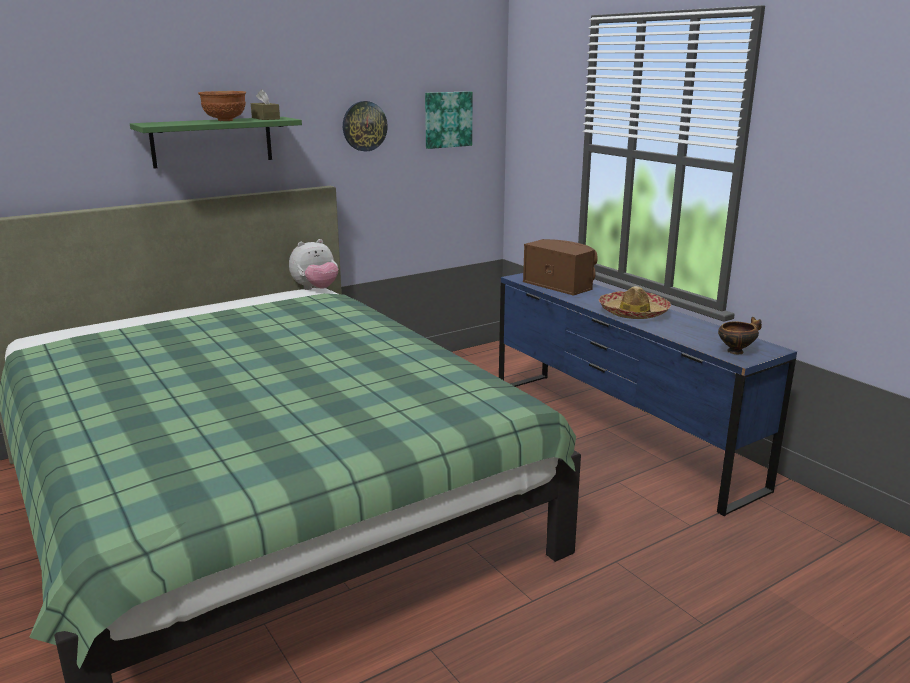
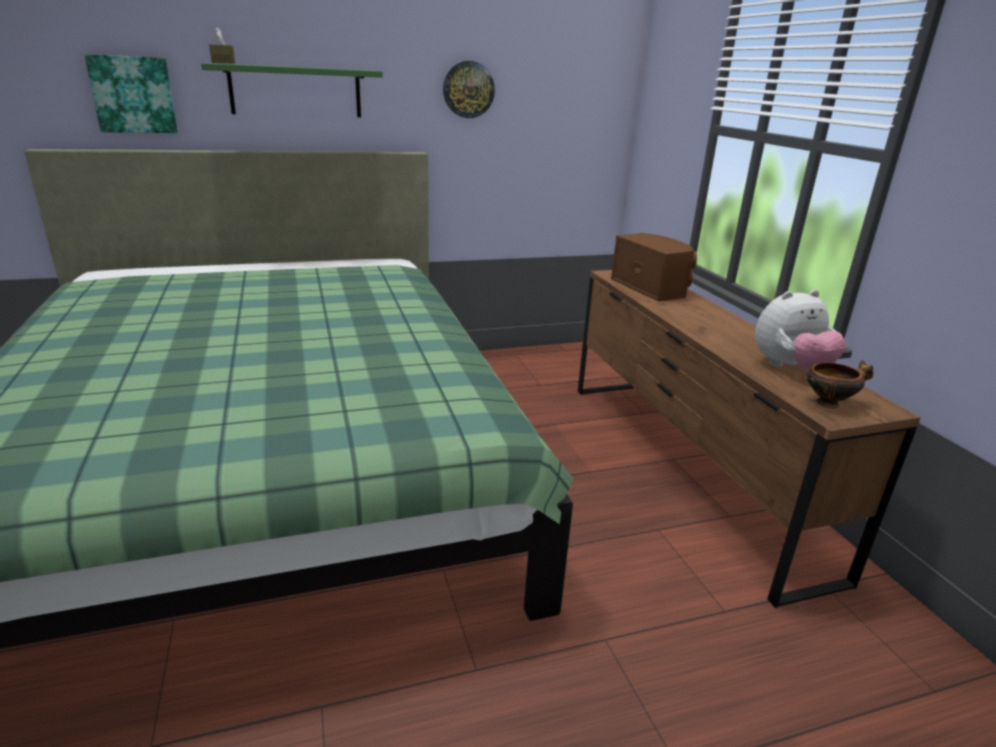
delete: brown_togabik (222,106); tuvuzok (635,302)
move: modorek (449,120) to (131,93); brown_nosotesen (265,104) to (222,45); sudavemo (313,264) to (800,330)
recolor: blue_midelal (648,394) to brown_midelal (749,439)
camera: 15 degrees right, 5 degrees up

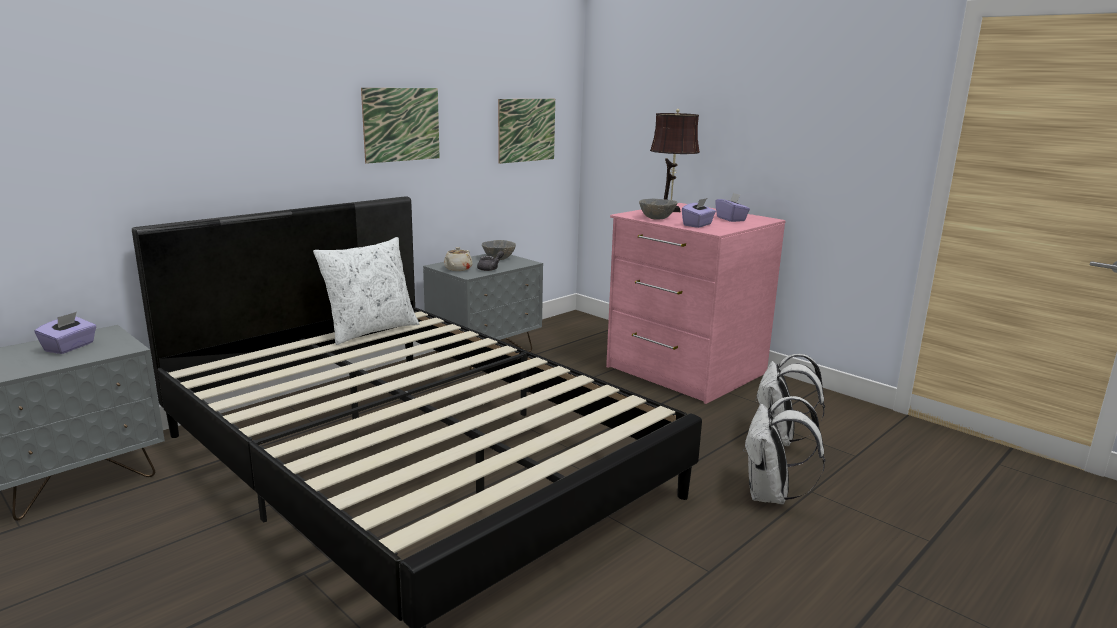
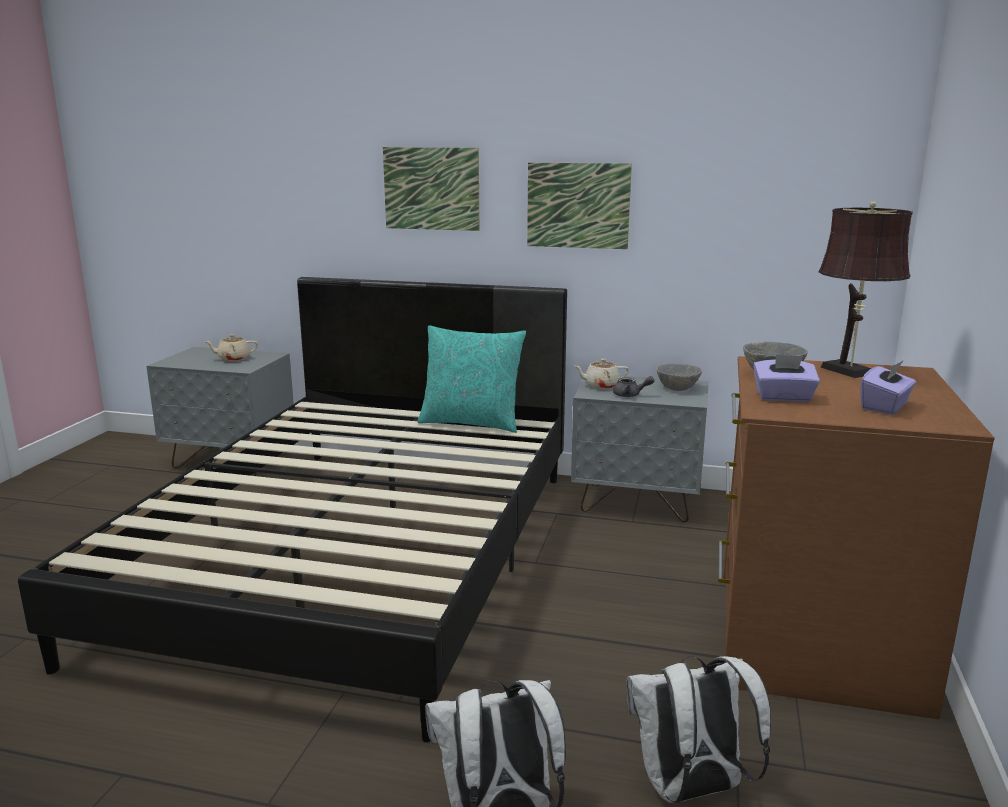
move: modorek (526,131) to (431,189)
replace: purple_nosotesen (66,333) to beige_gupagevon (231,347)
recolor: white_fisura (366,291) to turquoise_fisura (471,379); pink_midelal (696,303) to brown_midelal (856,537)
camera: 60 degrees right, 0 degrees up

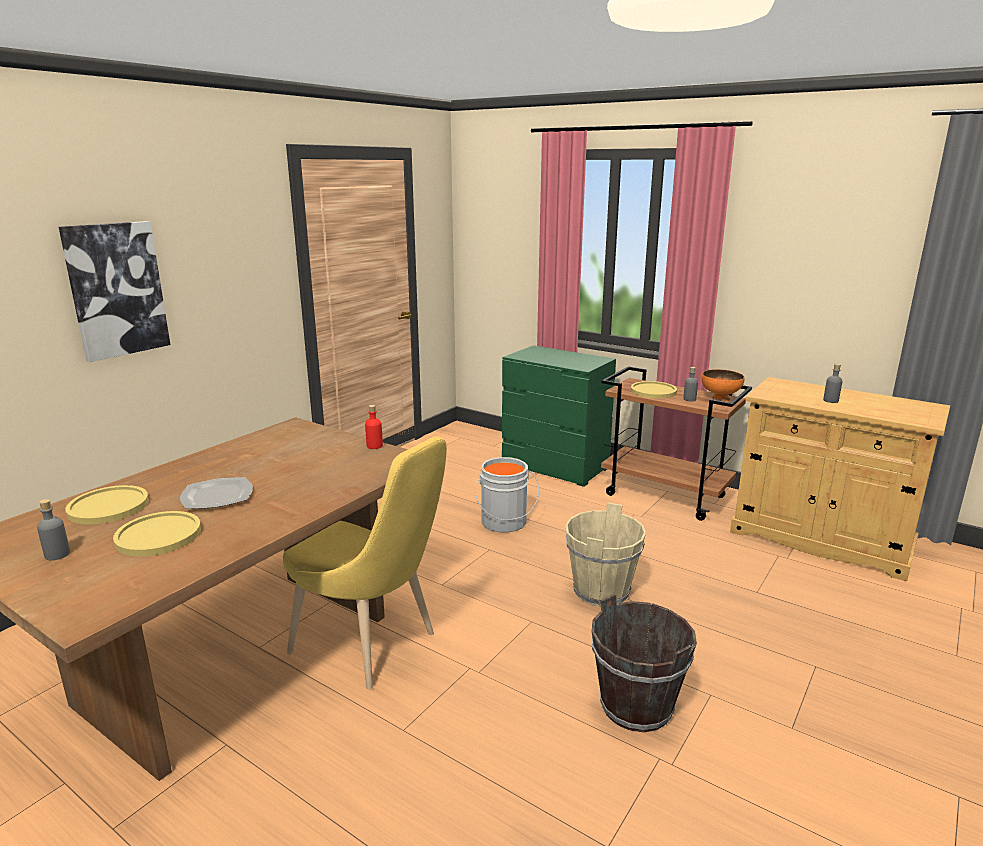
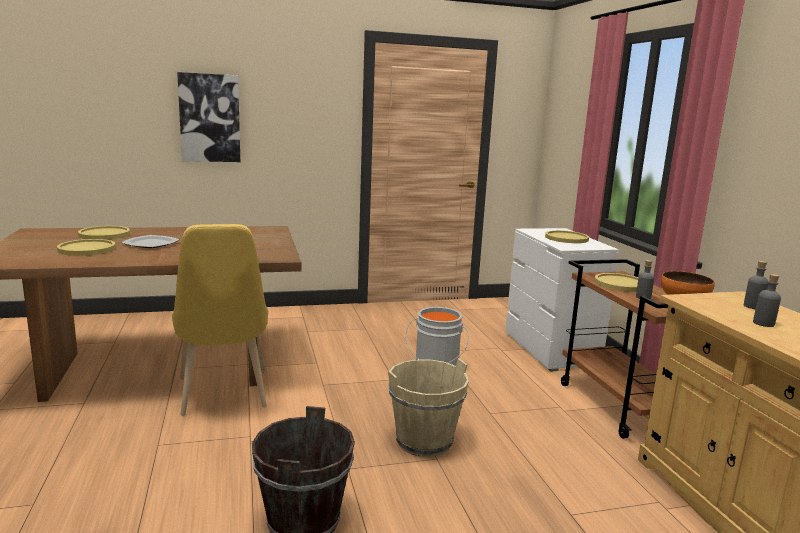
delete: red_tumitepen (374,427)
insert: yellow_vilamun (567,236)
move: grey_tumitepen (53,529) to (756,285)
recolor: green_midelal (559,416) to white_midelal (562,300)
camera: 40 degrees right, 5 degrees down

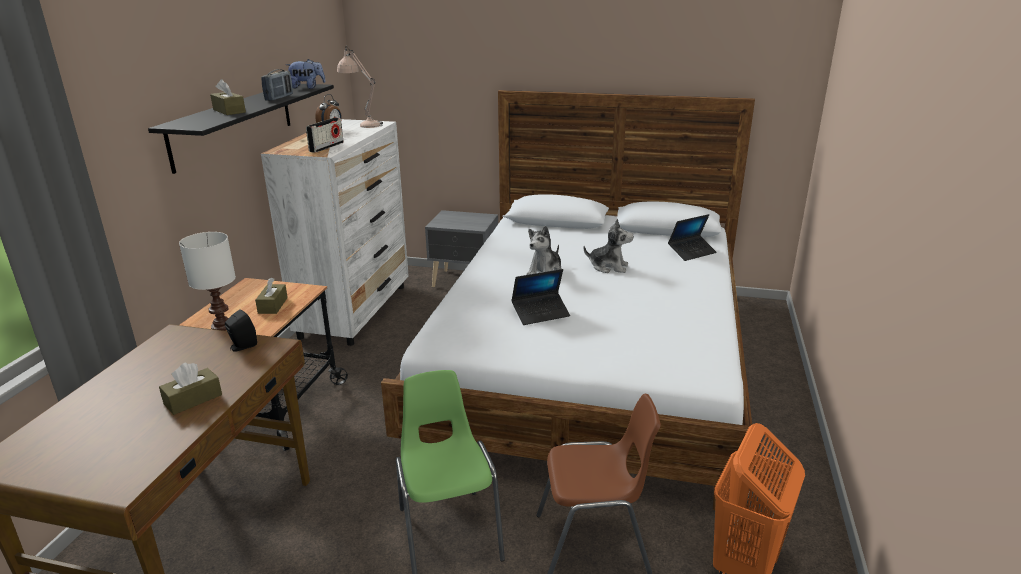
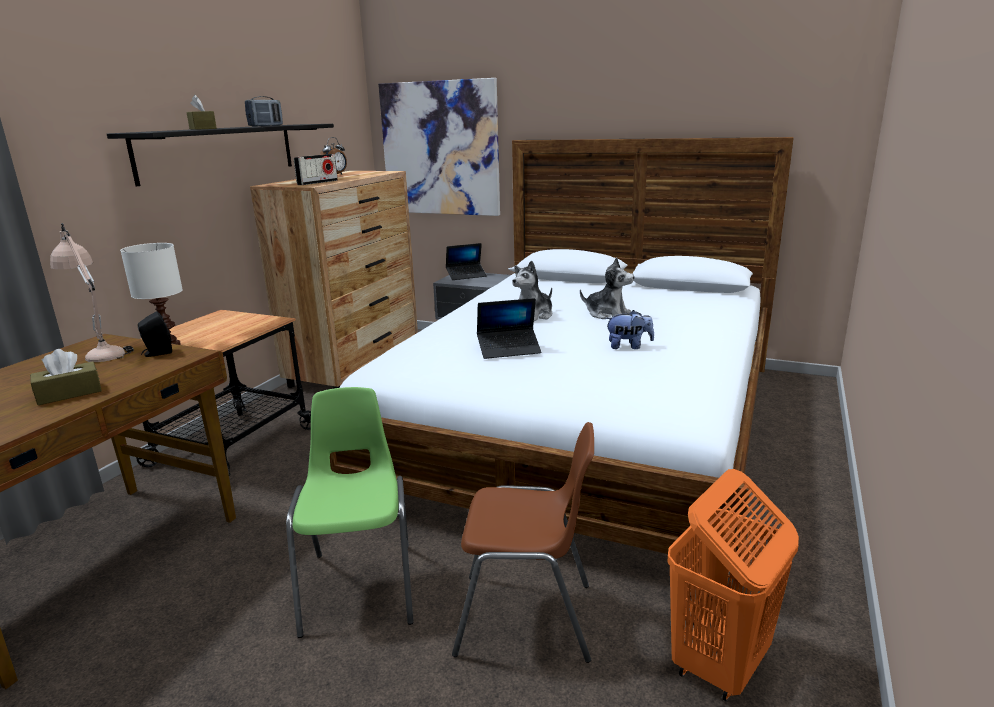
delete: brown_nosotesen (271,296)
insert: modorek (439,147)
move: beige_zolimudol (360,86) to (92,292); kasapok (692,237) to (466,261); sudavemo (306,74) to (629,329)
recolor: white_midelal (335,232) to brown_midelal (334,280)
camera: 10 degrees right, 5 degrees down

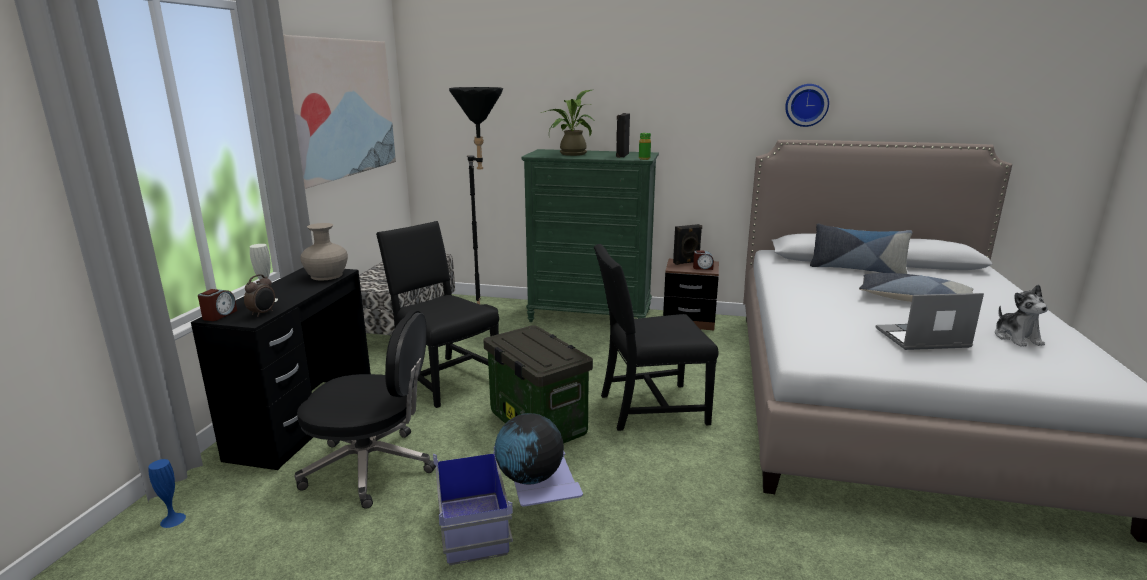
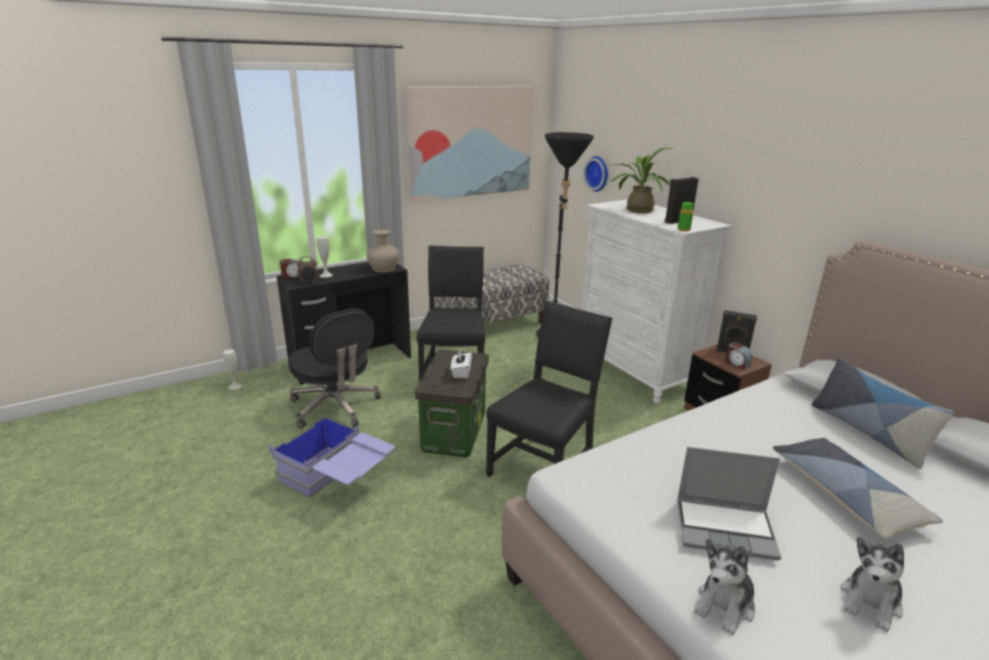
delete: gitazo (529,448)
insert: white_nosotesen (461,363); sudavemo (724,586)
move: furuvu (807,105) to (595,174)
recolor: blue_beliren (167,493) to white_beliren (232,369); green_midelal (590,235) to white_midelal (656,301)
rotate: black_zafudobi (656,337) = (549,389) 90 degrees clockwise; kasapok (930,321) = (729,503) 150 degrees clockwise
camera: 45 degrees right, 5 degrees up

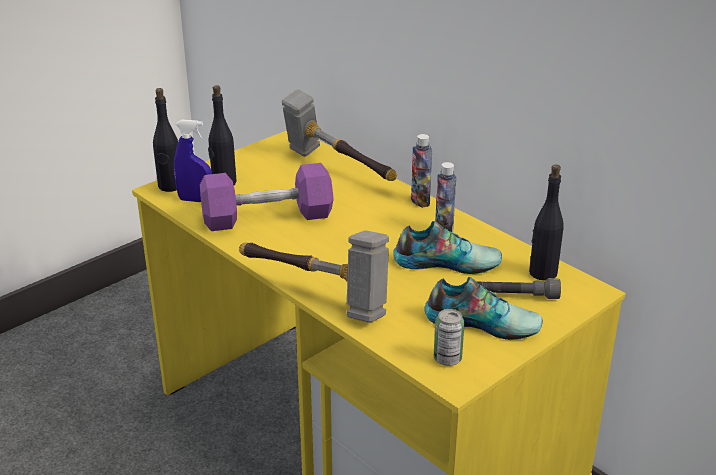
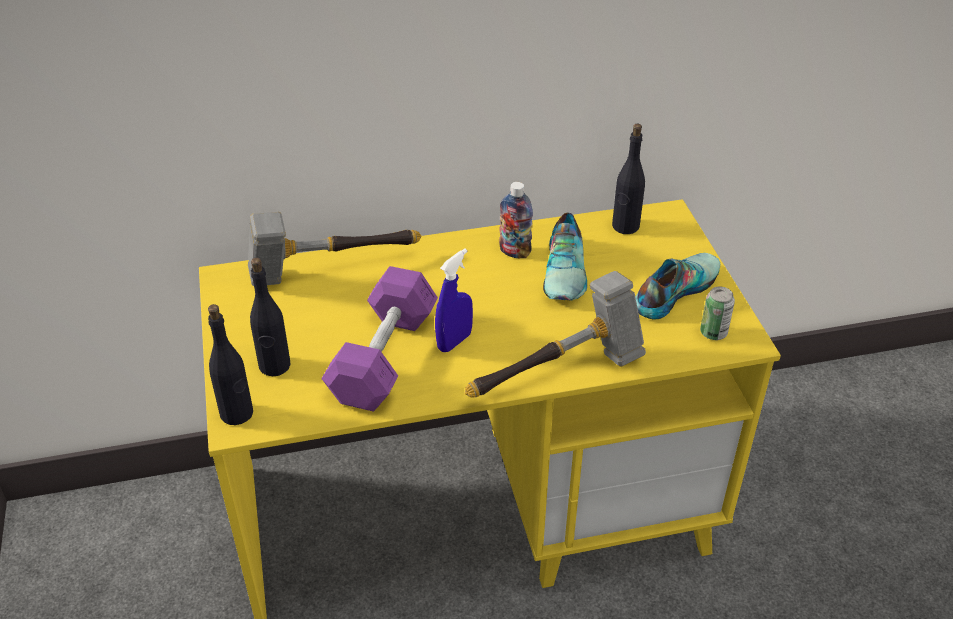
delete: tumitepen (421,171); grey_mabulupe (519,288)
move: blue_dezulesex (193,161) to (454,300)
rotate: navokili (447,247) = (565,257) 150 degrees clockwise
camera: 60 degrees left, 10 degrees up

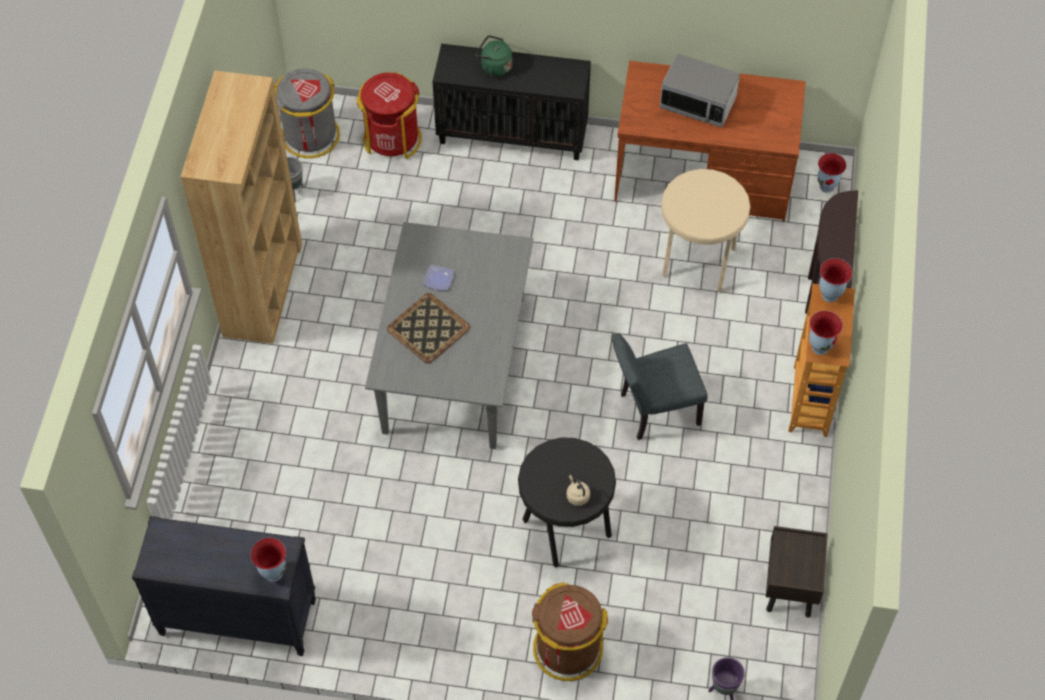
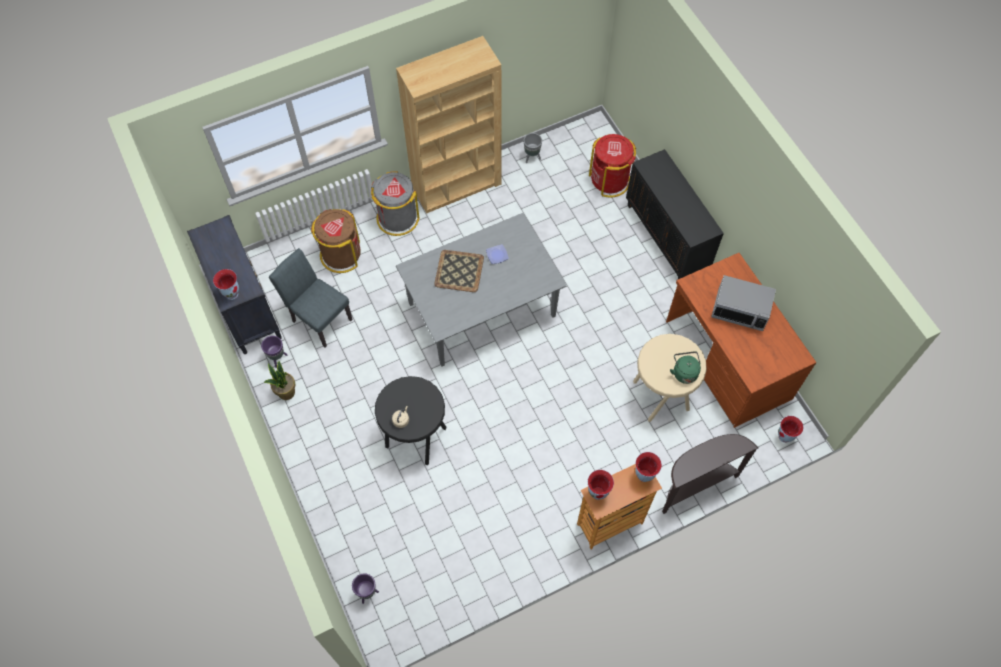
delete: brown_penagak (797,572)
insert: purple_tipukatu (274,352); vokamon (280,380)
move: grey_zafudobi (660,386) to (311,297); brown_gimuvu (570,631) to (336,241); grey_gimuvu (307,113) to (395,203); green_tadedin (493,55) to (685,367)
rotate: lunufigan (700,90) = (743,303) 60 degrees counterclockwise
camera: 55 degrees right, 5 degrees up

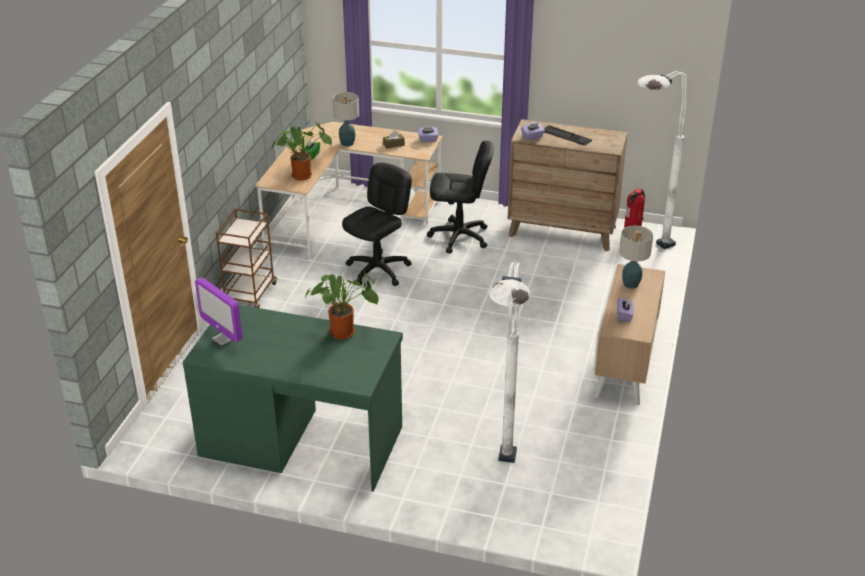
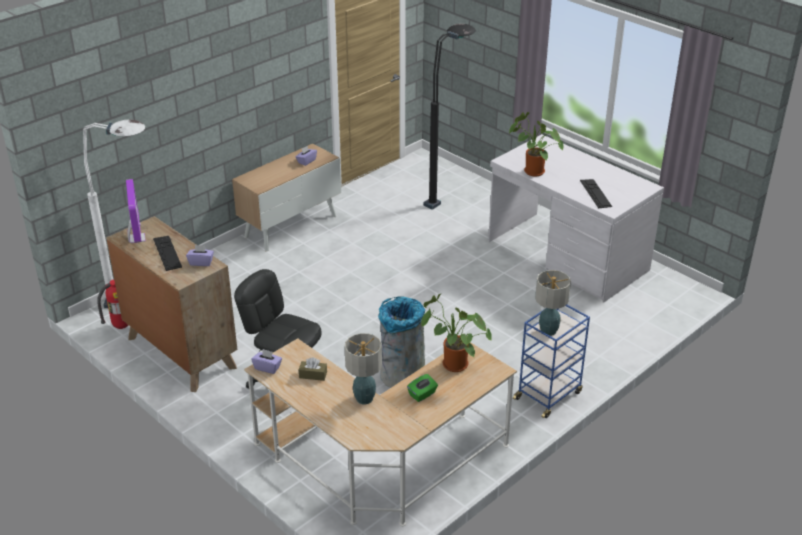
insert: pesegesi (596,193)
move: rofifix (219,312) to (136,211); zolimudol (636,257) to (553,303)
replace: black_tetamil (377,224) to grey_gimuvu (401,342)
recolor: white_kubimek (509,362) to black_kubimek (449,117); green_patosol (293,398) to white_patosol (576,218); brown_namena (247,258) to blue_namena (551,361)
camera: 150 degrees left, 0 degrees up

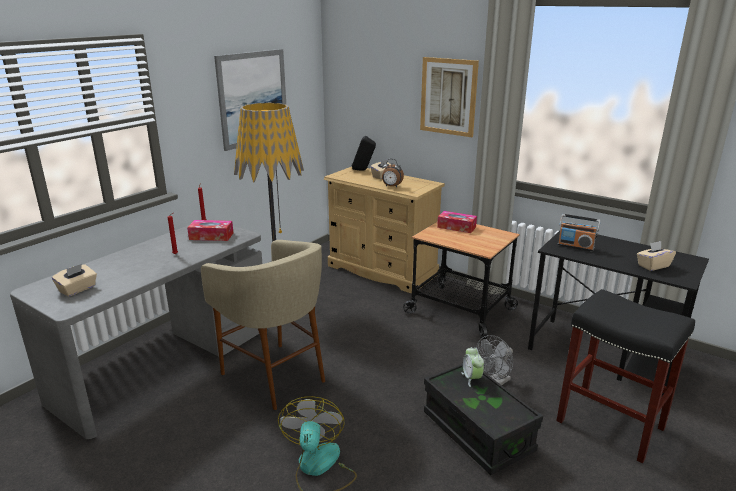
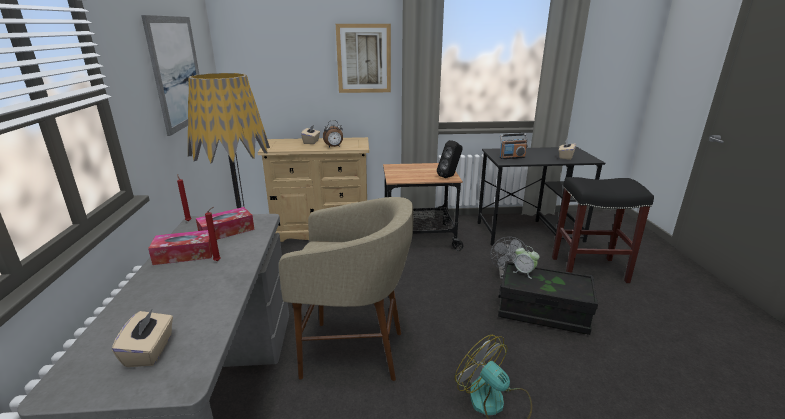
move: nosotesen (457,222) to (180,247); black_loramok (363,153) to (450,159)
camera: 40 degrees left, 0 degrees up

